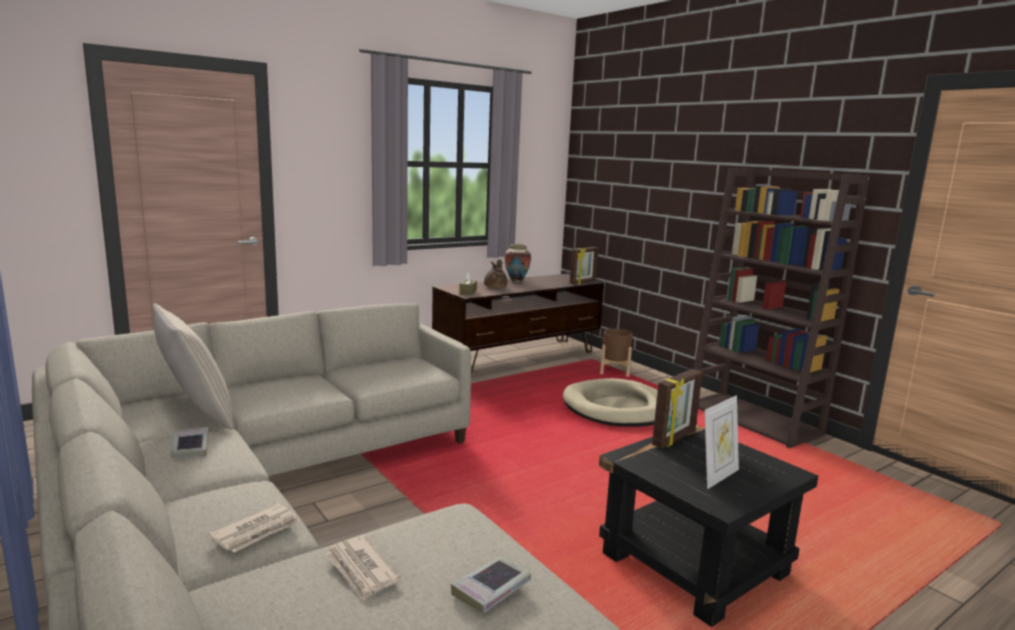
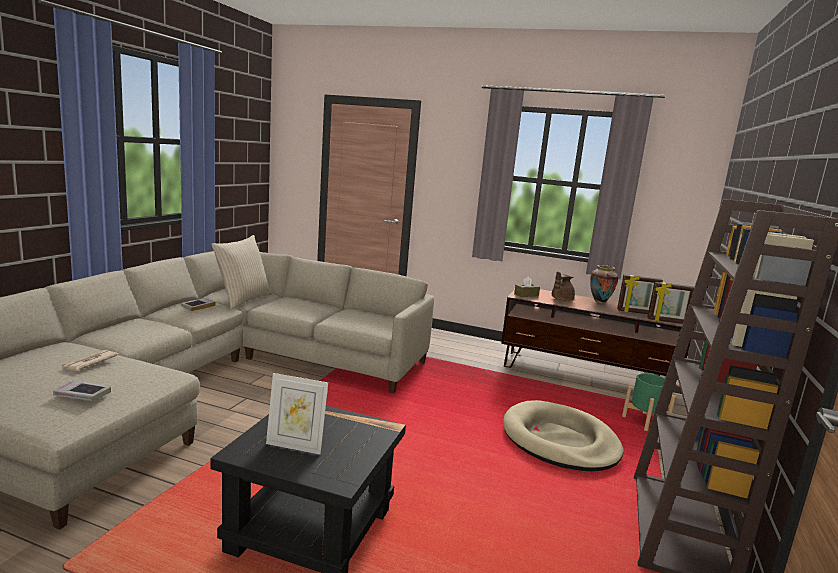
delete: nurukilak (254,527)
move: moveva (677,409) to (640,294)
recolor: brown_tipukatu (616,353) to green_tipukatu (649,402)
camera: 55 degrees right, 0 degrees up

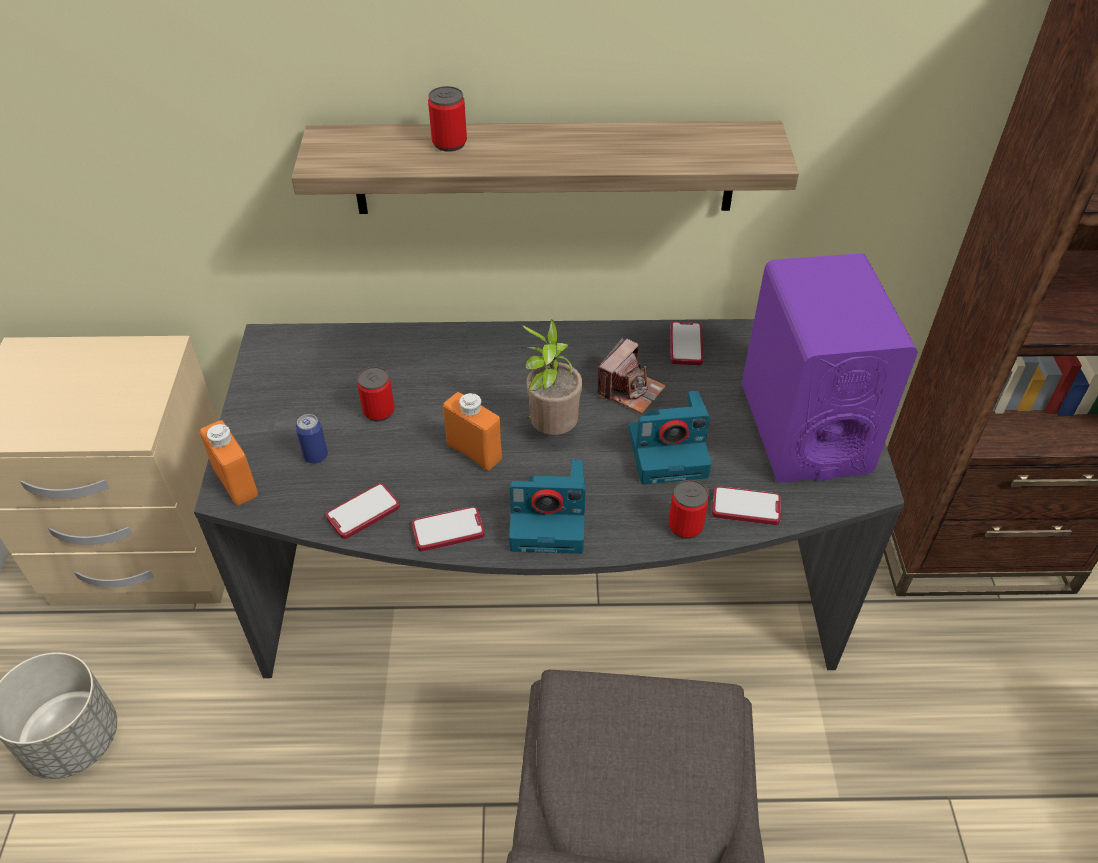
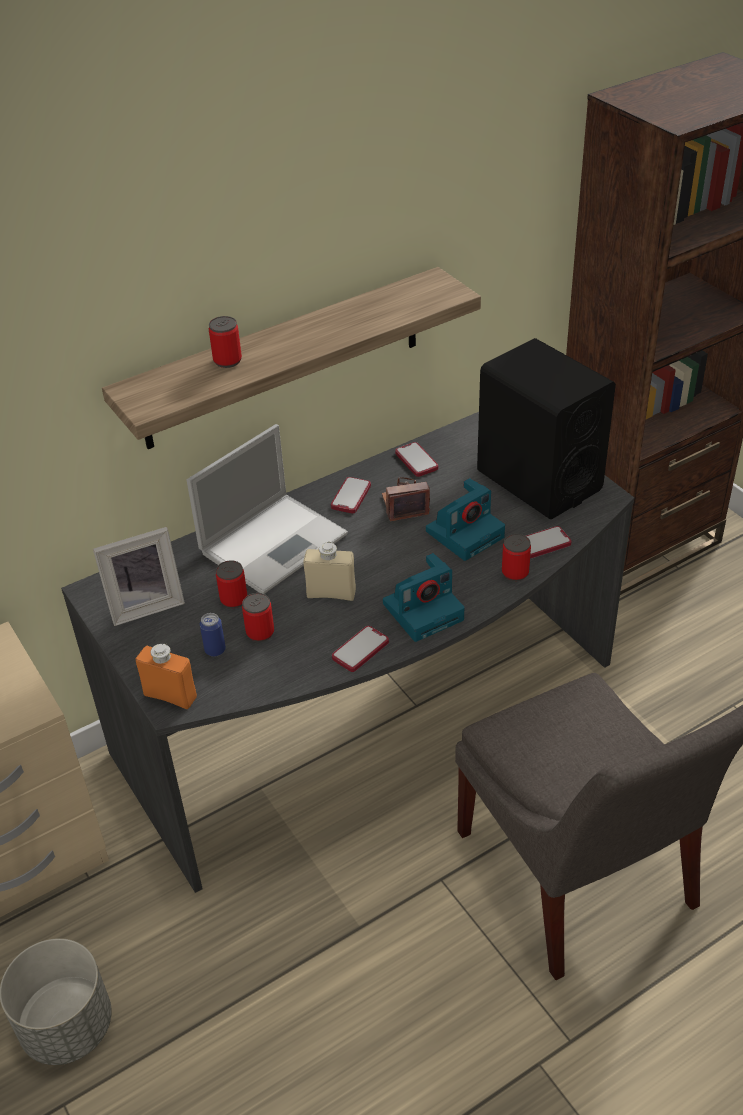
delete: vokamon (551,377)
insert: moveva (139,576); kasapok (267,509); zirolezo (258,617)
move: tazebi (363,511) to (351,495)
recolor: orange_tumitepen (472,431) to beige_tumitepen (330,571); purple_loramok (830,367) to black_loramok (546,428)
rotate: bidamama (631,376) = (406,499) 105 degrees counterclockwise
camera: 30 degrees left, 5 degrees down

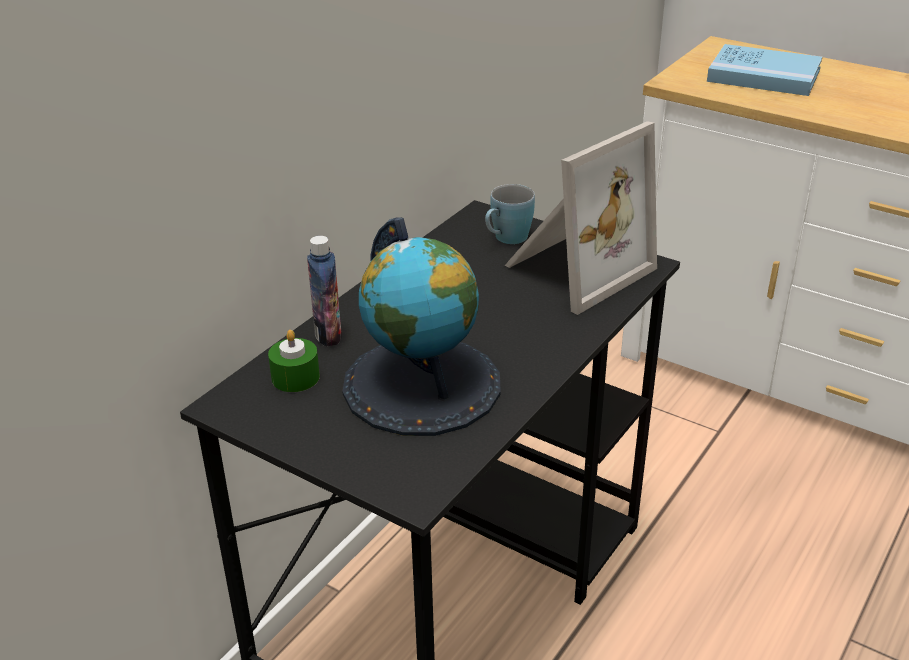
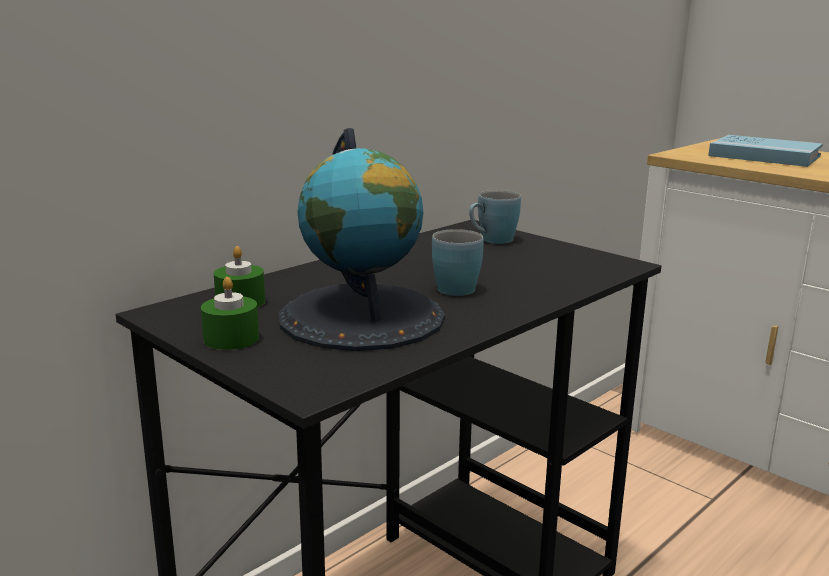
delete: tumitepen (324,291); moveva (581,218)
insert: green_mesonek (230,313); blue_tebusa (458,262)
camera: 10 degrees right, 15 degrees down

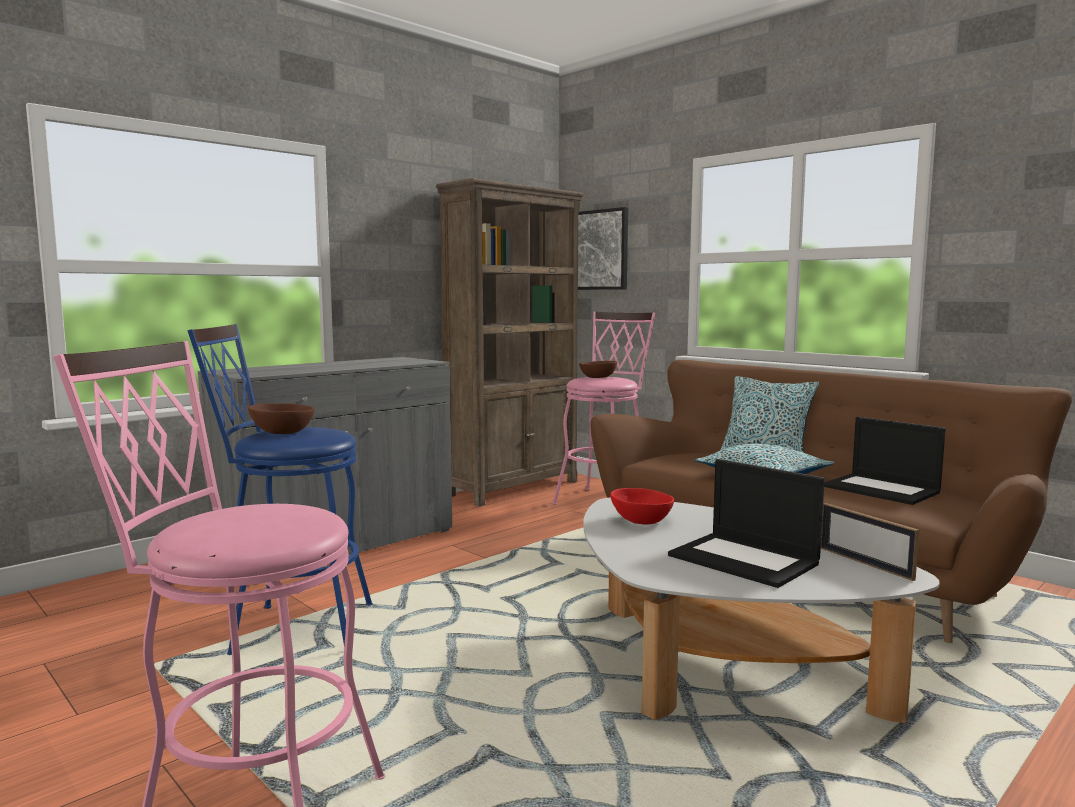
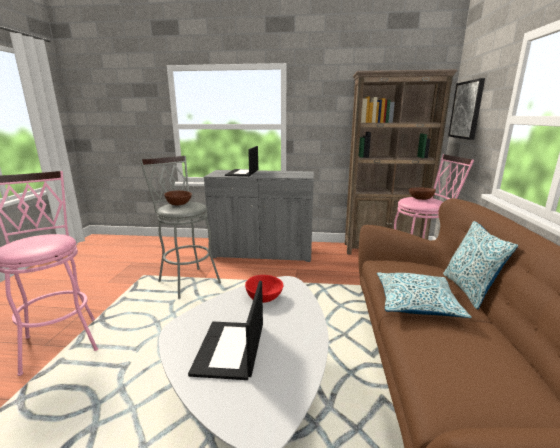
delete: moveva (870,542)
move: kasapok (885,461) to (241,161)
recolor: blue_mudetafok (280,489) to grey_mudetafok (180,227)
camera: 50 degrees right, 10 degrees up

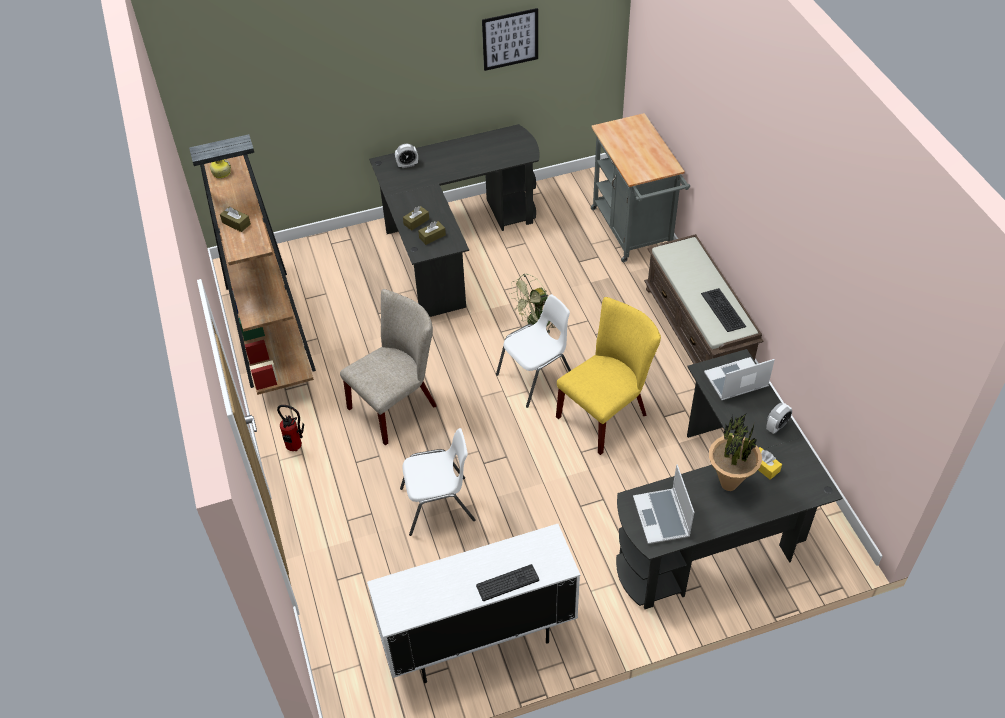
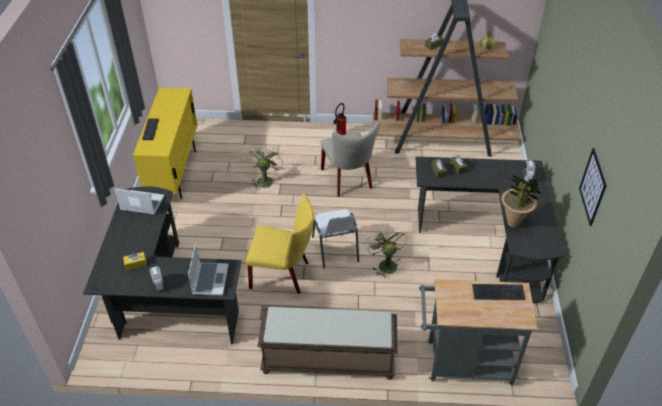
move: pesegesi (723,310) to (498,292); vokamon (735,452) to (522,201)
replace: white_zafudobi (437,482) to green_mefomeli (265,167)
recolor: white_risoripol (473,603) to yellow_risoripol (165,143)
rotate: yellow_zafudobi (608,376) = (280,244) 60 degrees counterclockwise
camera: 110 degrees right, 5 degrees down

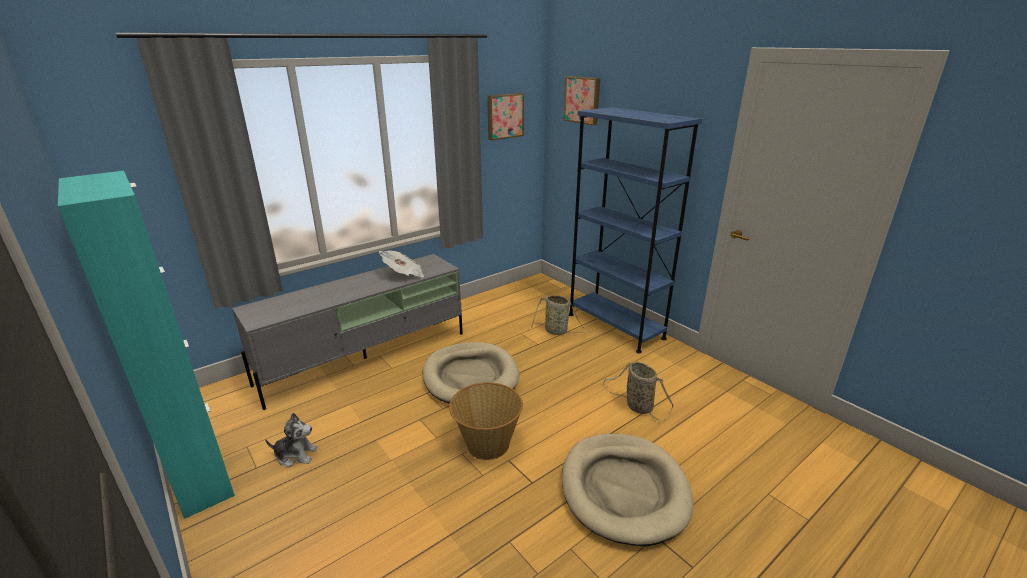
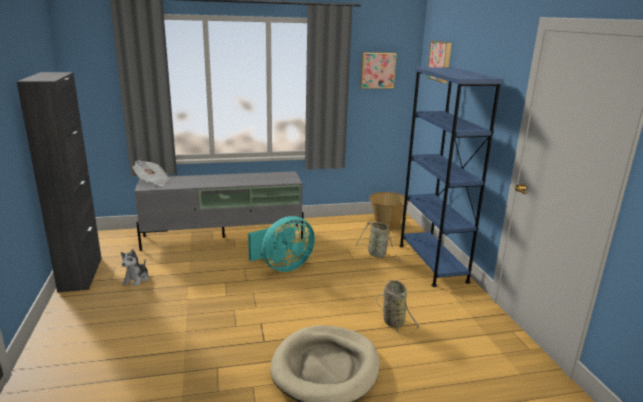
move: nurukilak (401,263) to (151,173); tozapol (486,421) to (389,211)
replace: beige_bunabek (471,373) to turquoise_mefomeli (281,244)
recolor: turquoise_risoripol (146,345) to black_risoripol (59,182)
rotate: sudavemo (291,440) = (135,268) 75 degrees clockwise
camera: 25 degrees right, 5 degrees down

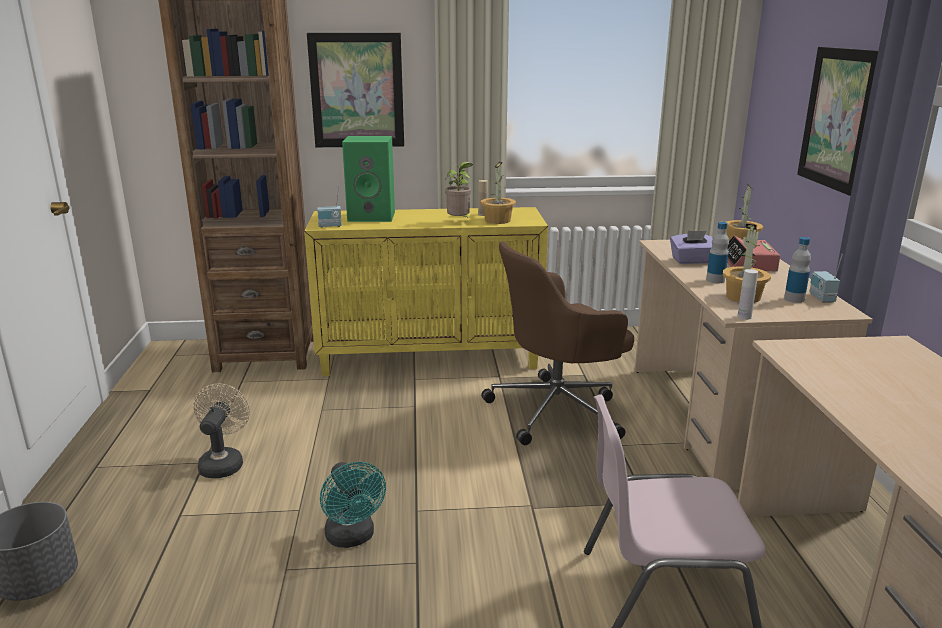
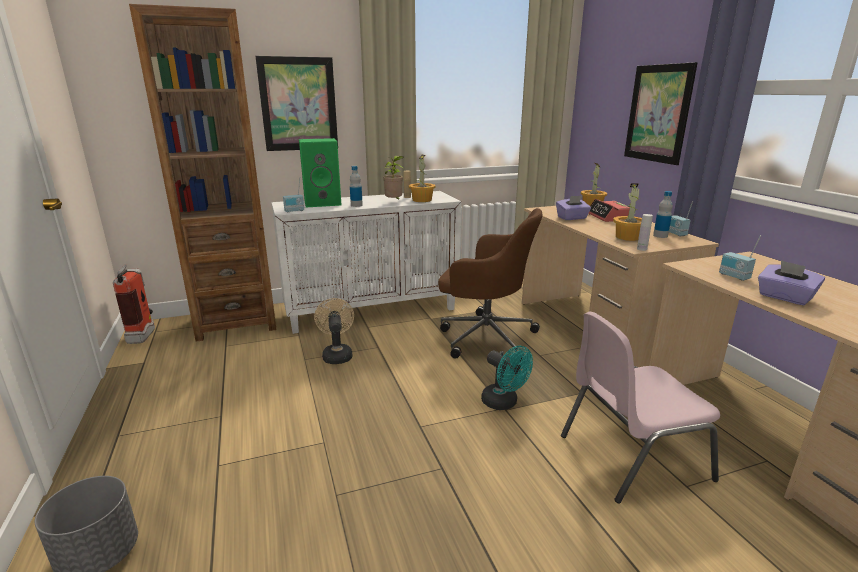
insert: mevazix (134,304); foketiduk (740,258); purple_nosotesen (791,283)
move: beige_mefomeli (221,431) to (334,331); tumitepen (717,252) to (356,186); turquoise_mefomeli (353,505) to (507,378)
recolor: yellow_risoripol (426,291) to white_risoripol (366,262)
rotate: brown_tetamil (557,343) = (490,284) 120 degrees counterclockwise
camera: 15 degrees left, 0 degrees up

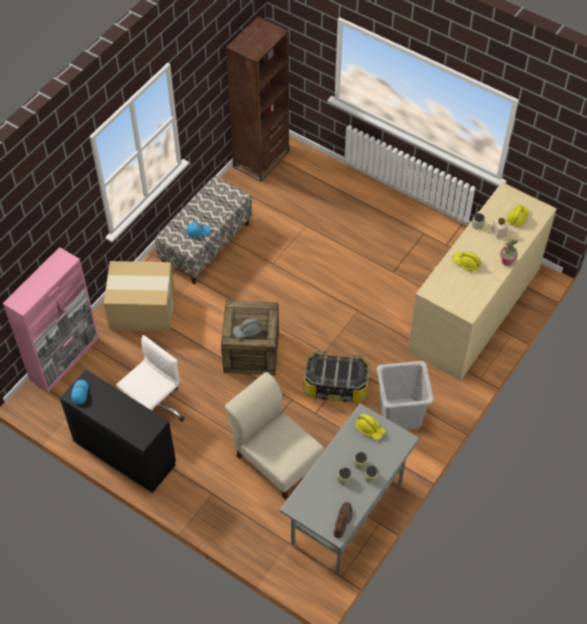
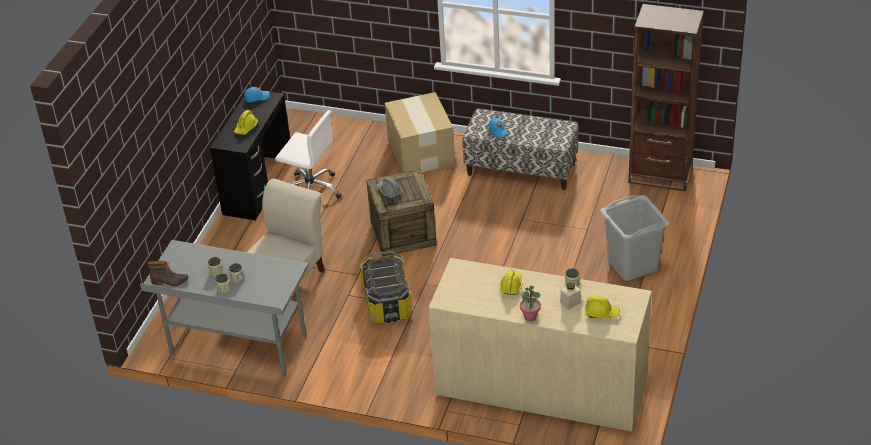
delete: pink_risoripol (51,319)
move: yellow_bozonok (370,427) to (246,122); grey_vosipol (405,395) to (635,238)
camera: 75 degrees right, 15 degrees down

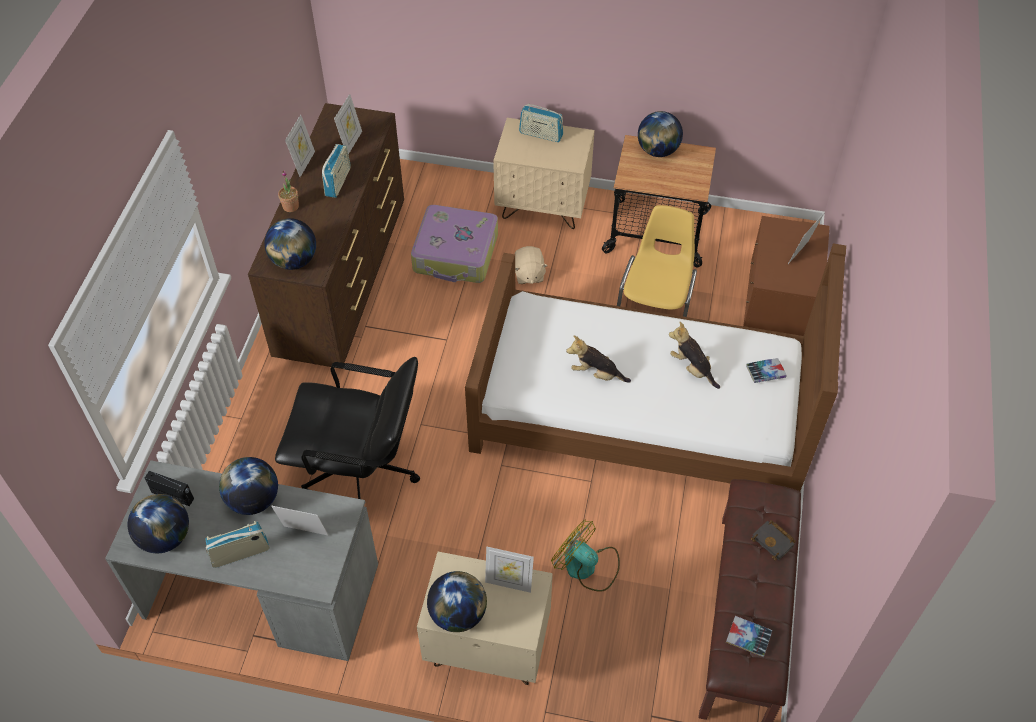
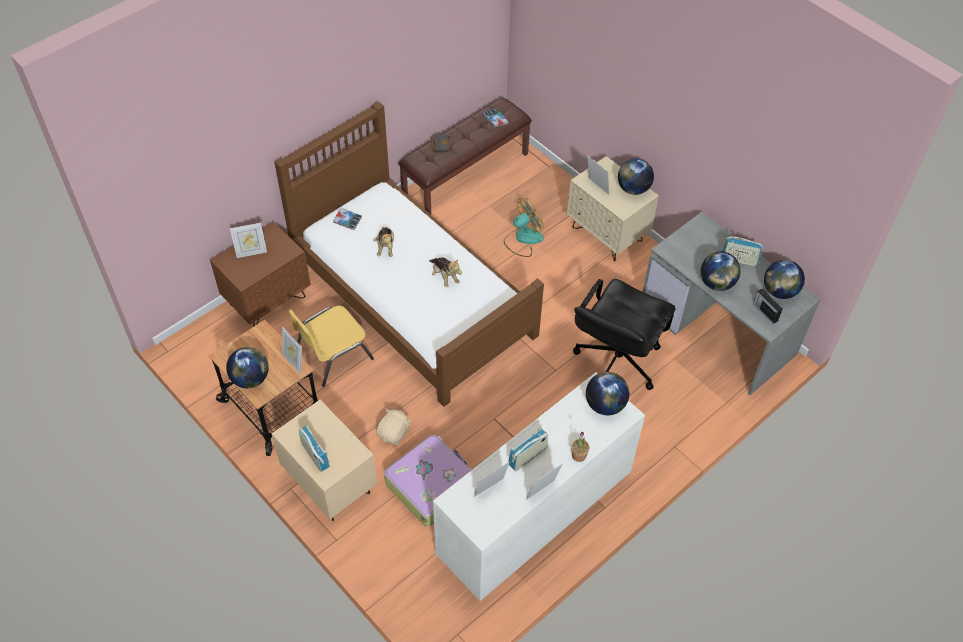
move: moveva (300,520) to (292,350)
recolor: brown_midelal (326,236) to white_midelal (539,486)
rotate: mefomeli (585,555) = (524,227) 105 degrees counterclockwise; black_tetamil (347,428) = (624,334) 105 degrees counterclockwise
camera: 145 degrees left, 0 degrees up

